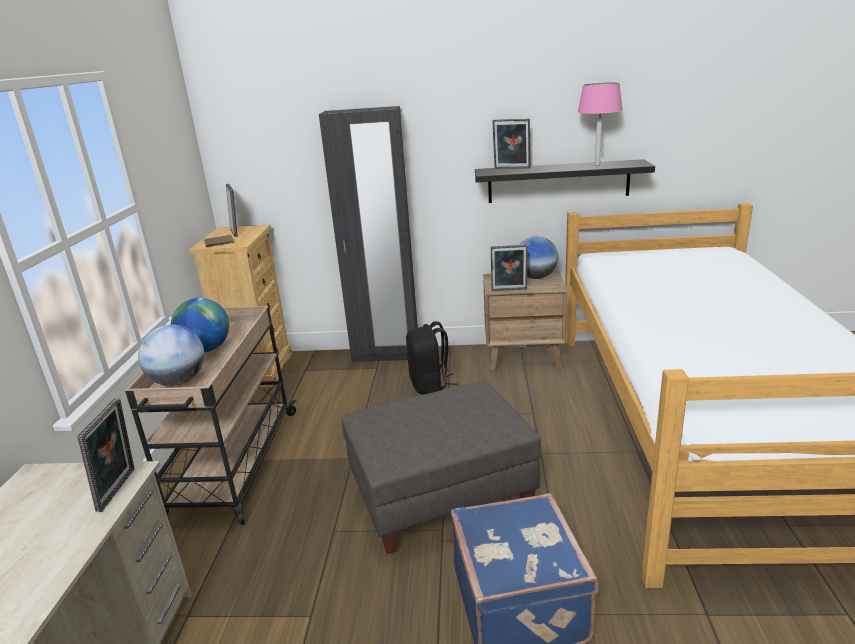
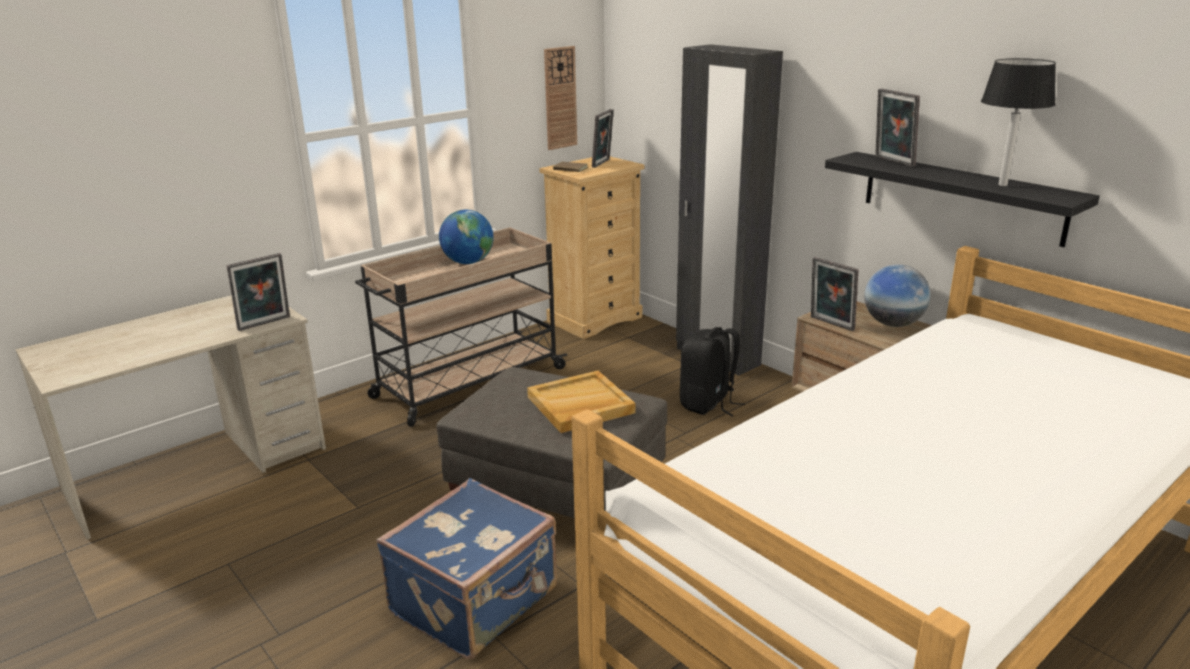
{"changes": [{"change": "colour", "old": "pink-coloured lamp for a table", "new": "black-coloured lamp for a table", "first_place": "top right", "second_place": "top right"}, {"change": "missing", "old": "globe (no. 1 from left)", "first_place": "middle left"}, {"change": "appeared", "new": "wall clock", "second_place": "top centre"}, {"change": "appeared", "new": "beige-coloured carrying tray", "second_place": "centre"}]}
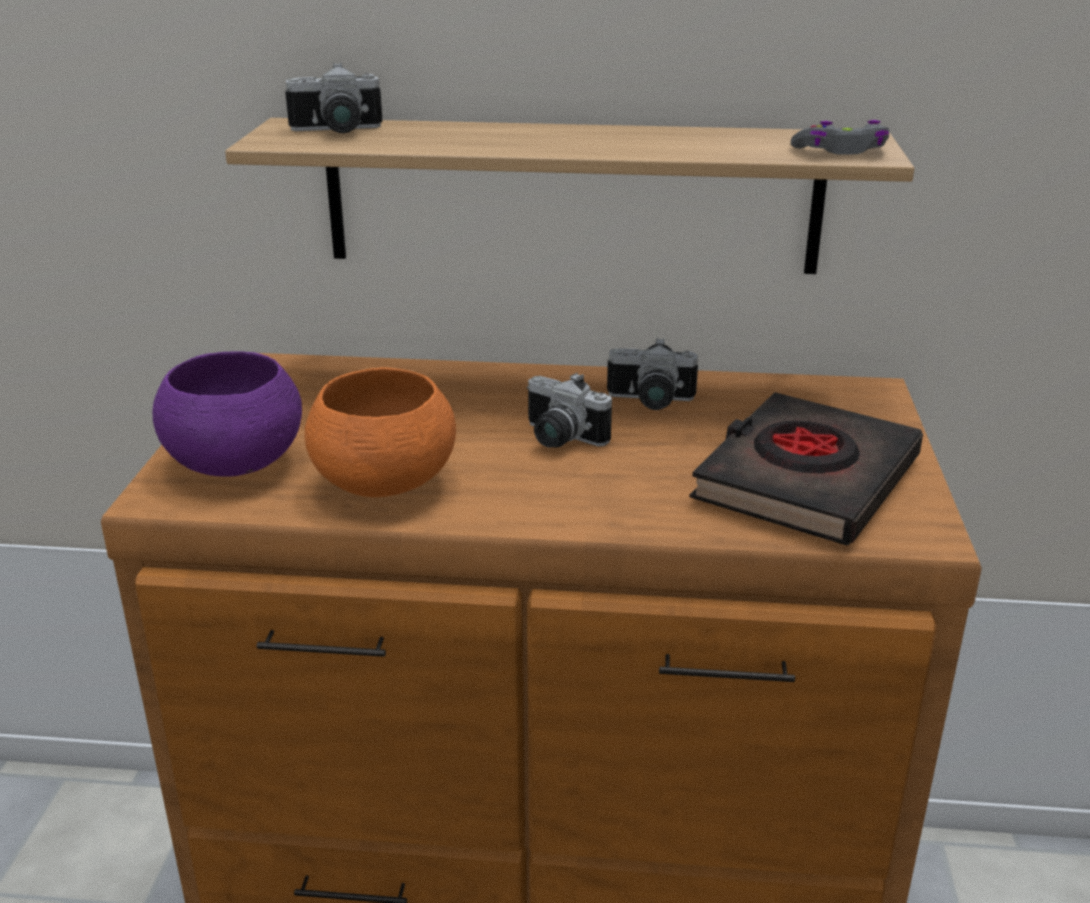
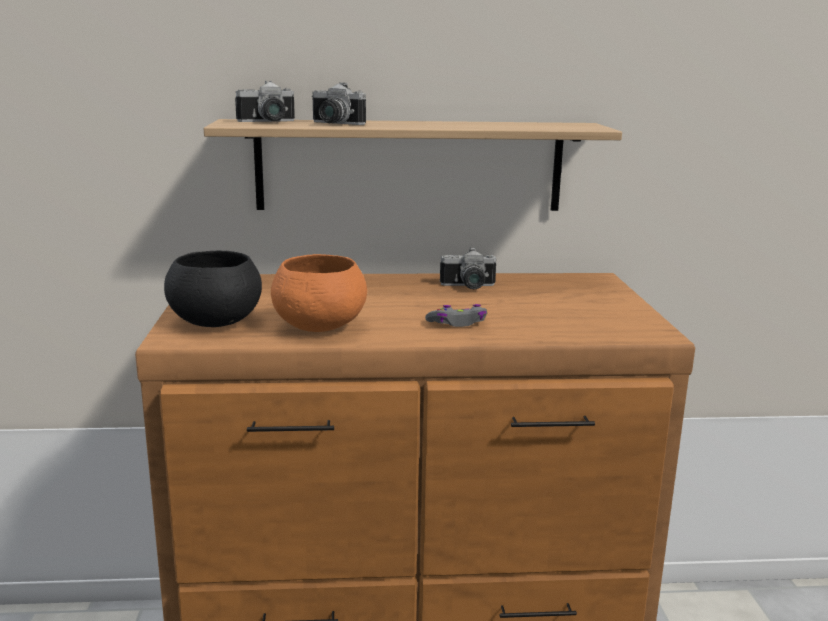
{"changes": [{"change": "relocated", "old": "greyish joypad", "first_place": "top right", "second_place": "centre"}, {"change": "colour", "old": "purplish bowl", "new": "black-coloured bowl", "first_place": "middle left", "second_place": "middle left"}, {"change": "relocated", "old": "still camera (no. 2 from left)", "first_place": "centre", "second_place": "top centre"}, {"change": "missing", "old": "black-coloured volume", "first_place": "middle right"}]}
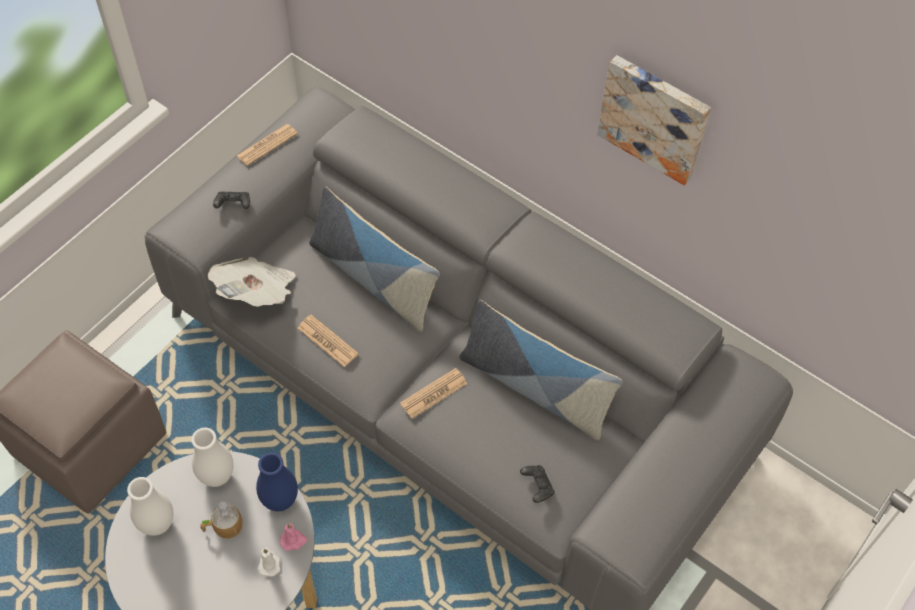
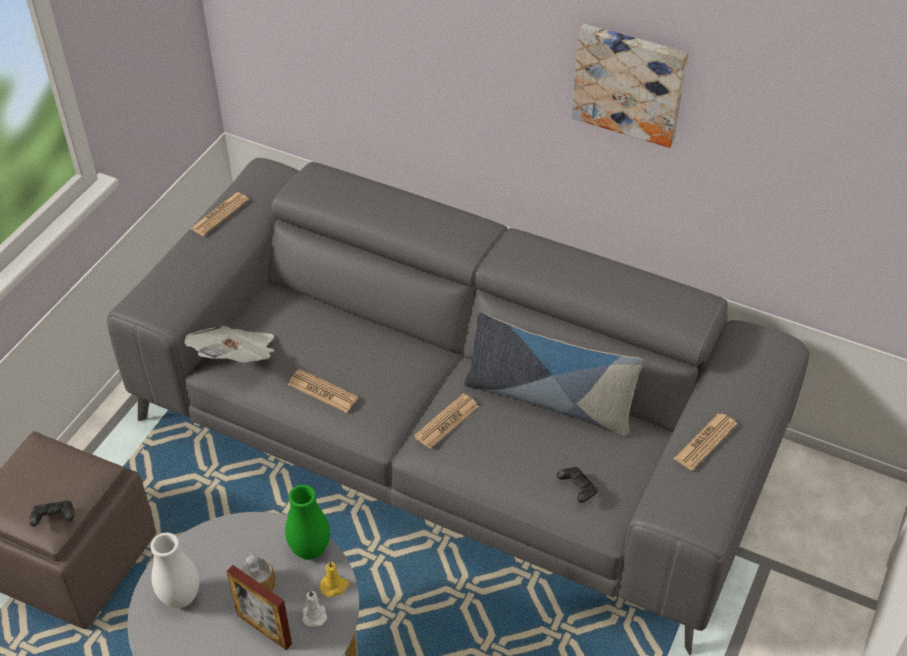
{"changes": [{"change": "missing", "old": "throw pillow (no. 1 from left)", "first_place": "centre"}, {"change": "relocated", "old": "black-coloured joypad (no. 1 from left)", "first_place": "top left", "second_place": "bottom left"}, {"change": "missing", "old": "whitish flower vase (no. 2 from left)", "first_place": "bottom left"}, {"change": "colour", "old": "blue-coloured flower vase", "new": "greenish flower vase", "first_place": "bottom left", "second_place": "bottom centre"}, {"change": "colour", "old": "pink-coloured wax candle", "new": "yellow-coloured wax candle", "first_place": "bottom left", "second_place": "bottom centre"}, {"change": "appeared", "new": "printed paper (no. 5 from left)", "second_place": "bottom right"}, {"change": "appeared", "new": "picture frame", "second_place": "bottom left"}]}
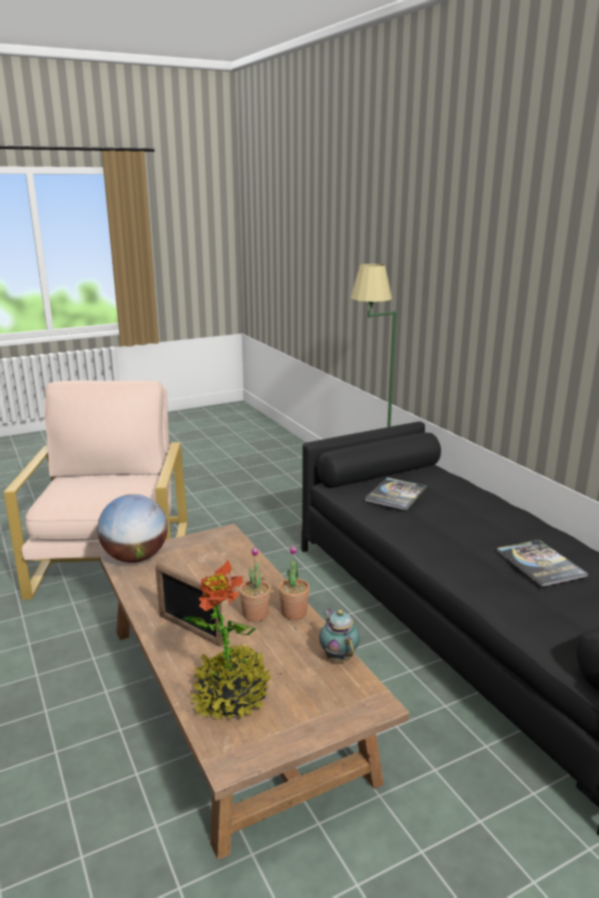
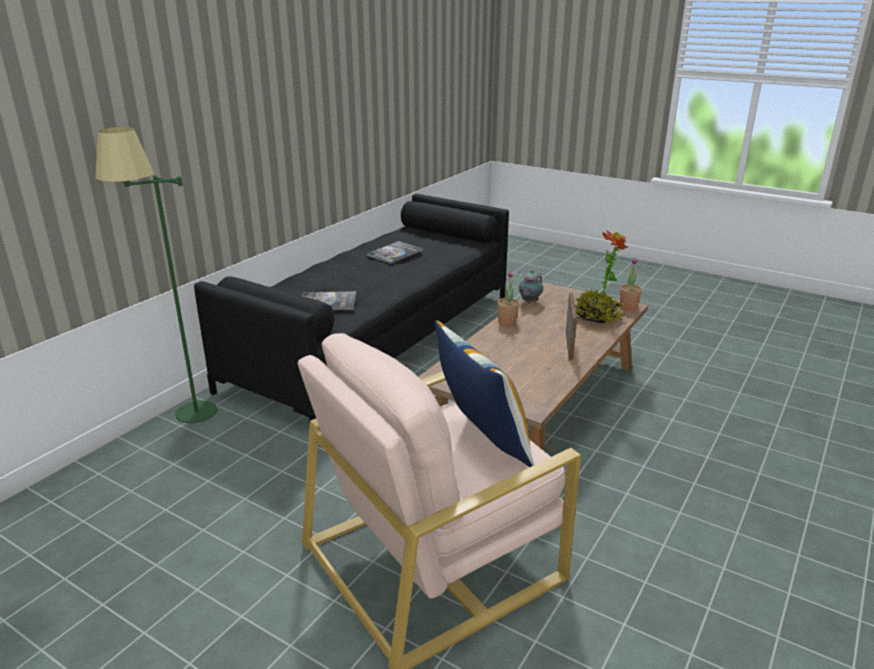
{"changes": [{"change": "missing", "old": "globe", "first_place": "middle left"}, {"change": "relocated", "old": "houseplant (no. 2 from left in the first image)", "new": "houseplant (no. 3 from left)", "first_place": "centre", "second_place": "middle right"}, {"change": "appeared", "new": "throw pillow", "second_place": "centre"}]}
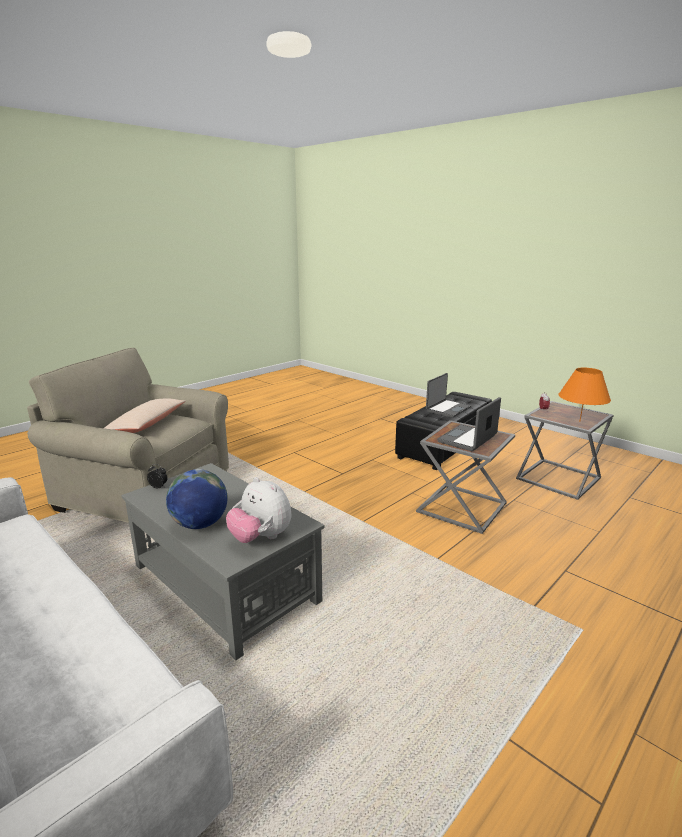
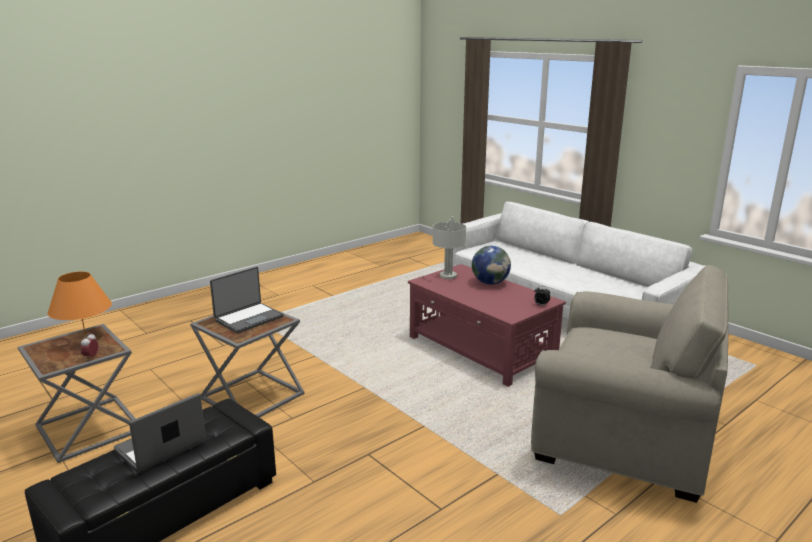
{"changes": [{"change": "missing", "old": "beige-coloured throw pillow", "first_place": "middle left"}, {"change": "colour", "old": "greyish coffee table", "new": "red coffee table", "first_place": "bottom left", "second_place": "centre"}, {"change": "exchanged", "old": "cuddly toy", "new": "greyish lamp for a table", "first_place": "centre", "second_place": "centre"}]}
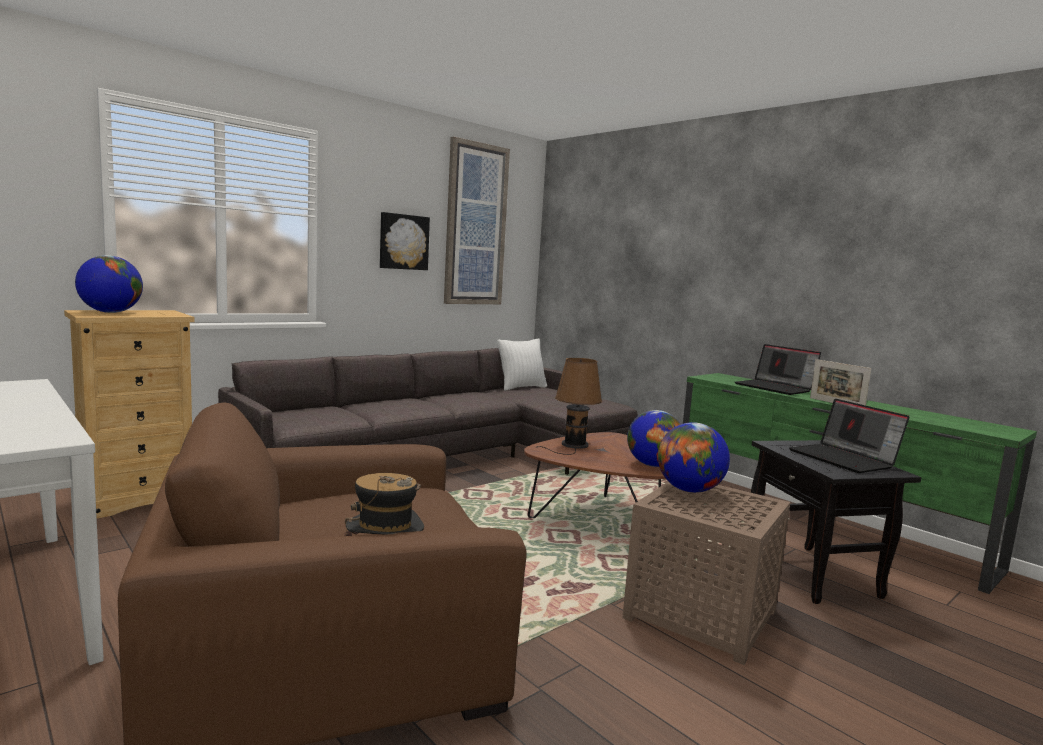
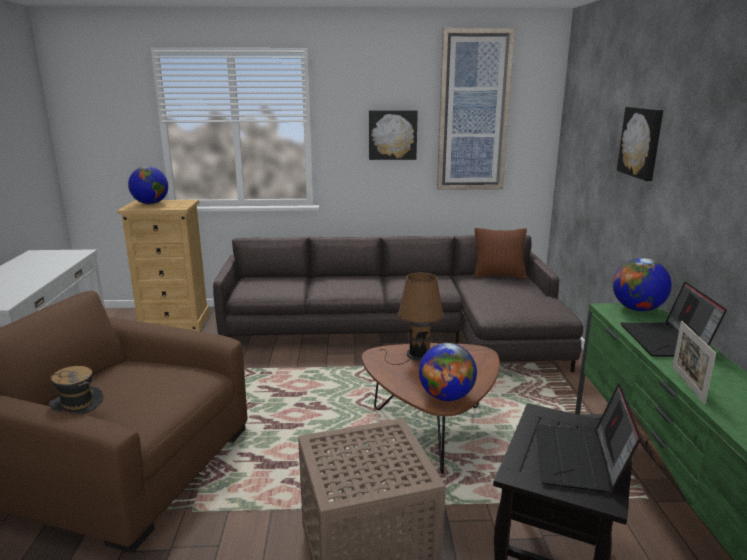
{"changes": [{"change": "colour", "old": "whitish throw pillow", "new": "brown-coloured throw pillow", "first_place": "centre", "second_place": "middle right"}, {"change": "relocated", "old": "globe (no. 3 from left)", "first_place": "centre", "second_place": "middle right"}, {"change": "appeared", "new": "wall art (no. 3 from left)", "second_place": "top right"}]}
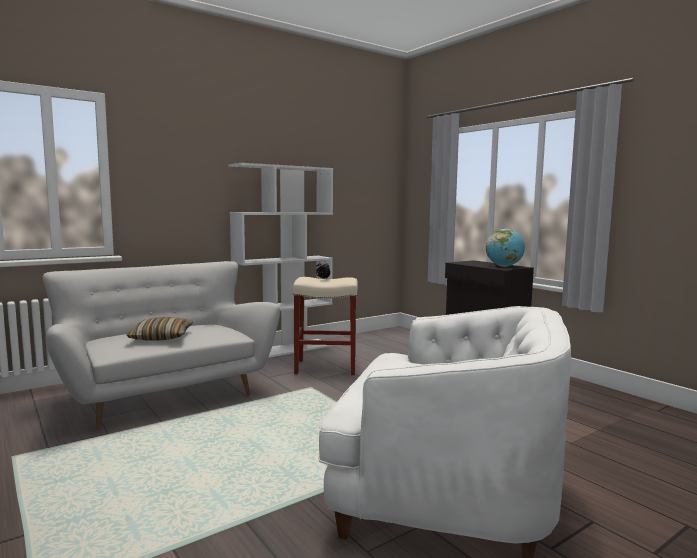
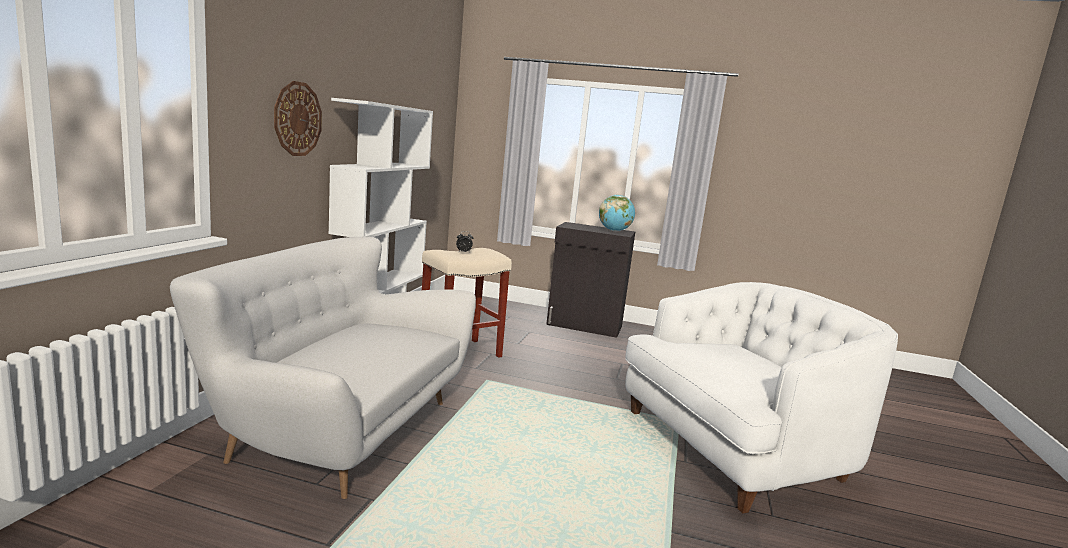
{"changes": [{"change": "missing", "old": "throw pillow", "first_place": "middle left"}, {"change": "appeared", "new": "wall clock", "second_place": "top left"}]}
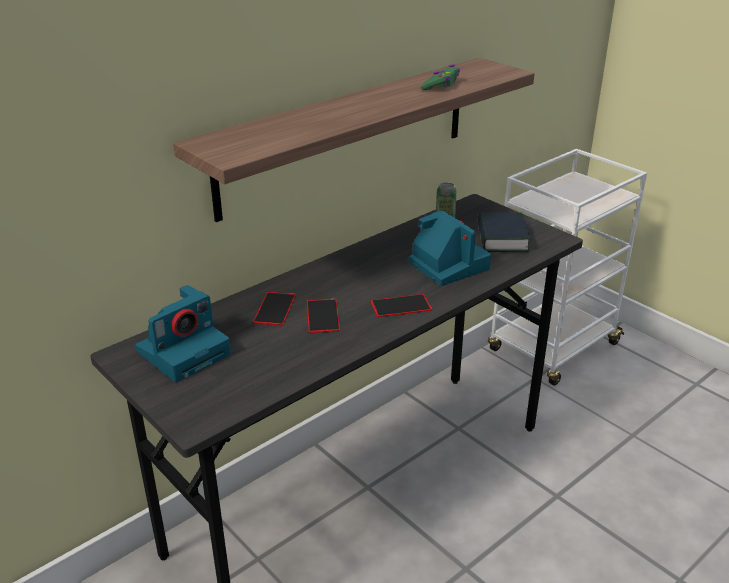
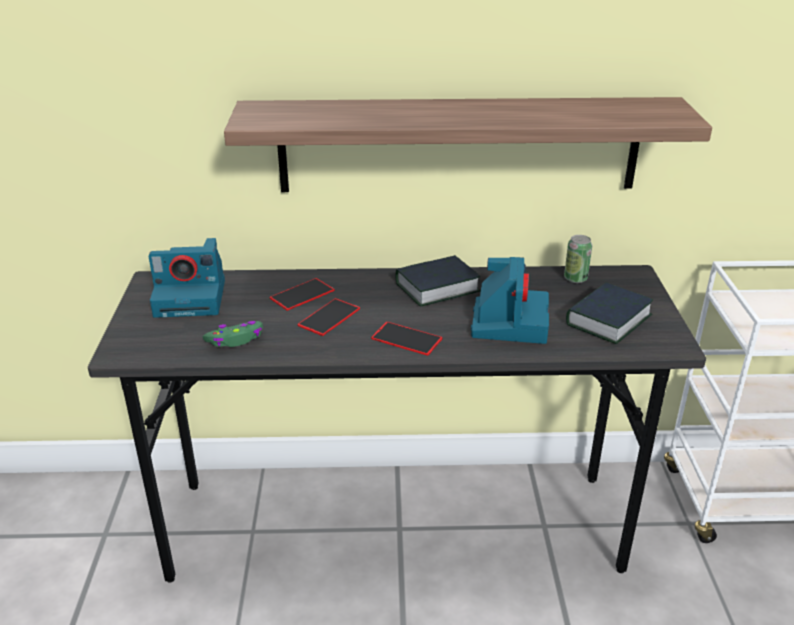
{"changes": [{"change": "relocated", "old": "greenish joypad", "first_place": "top centre", "second_place": "middle left"}, {"change": "appeared", "new": "volume (no. 1 from left)", "second_place": "centre"}]}
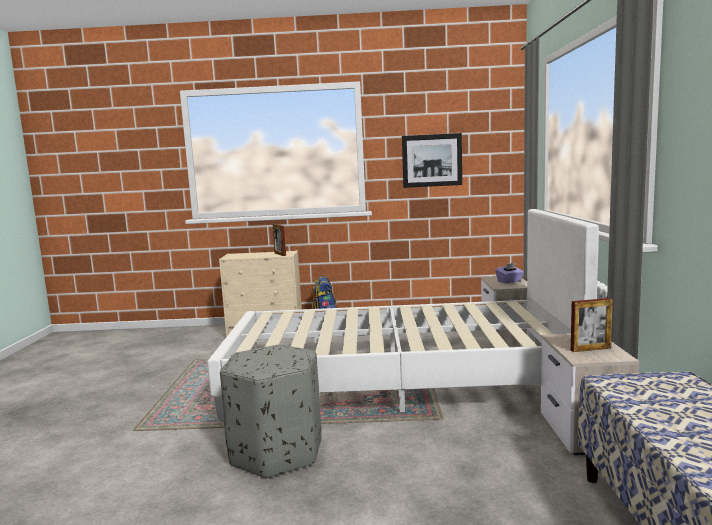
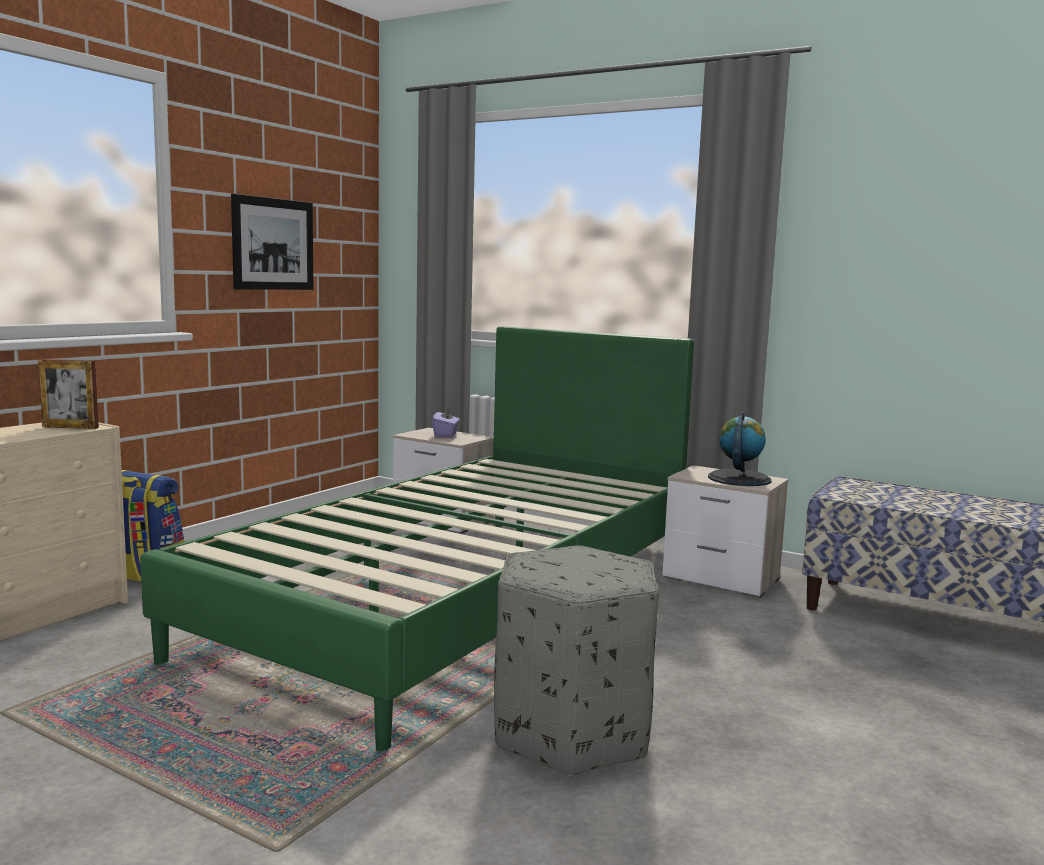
{"changes": [{"change": "colour", "old": "whitish sleeping bed", "new": "greenish sleeping bed", "first_place": "centre", "second_place": "centre"}, {"change": "exchanged", "old": "picture frame (no. 2 from left)", "new": "globe", "first_place": "middle right", "second_place": "middle right"}]}
